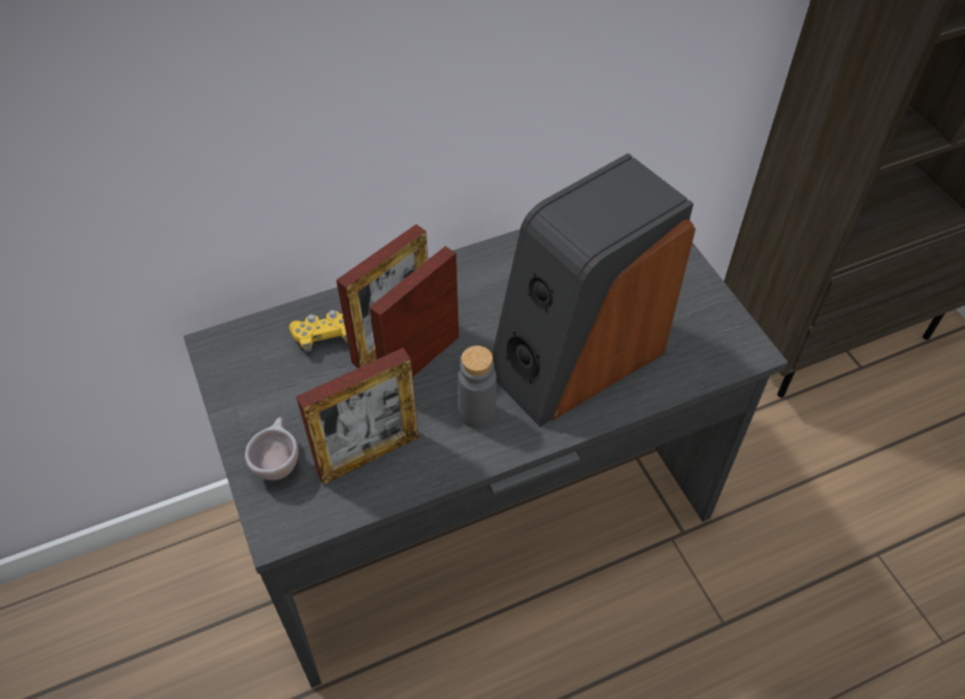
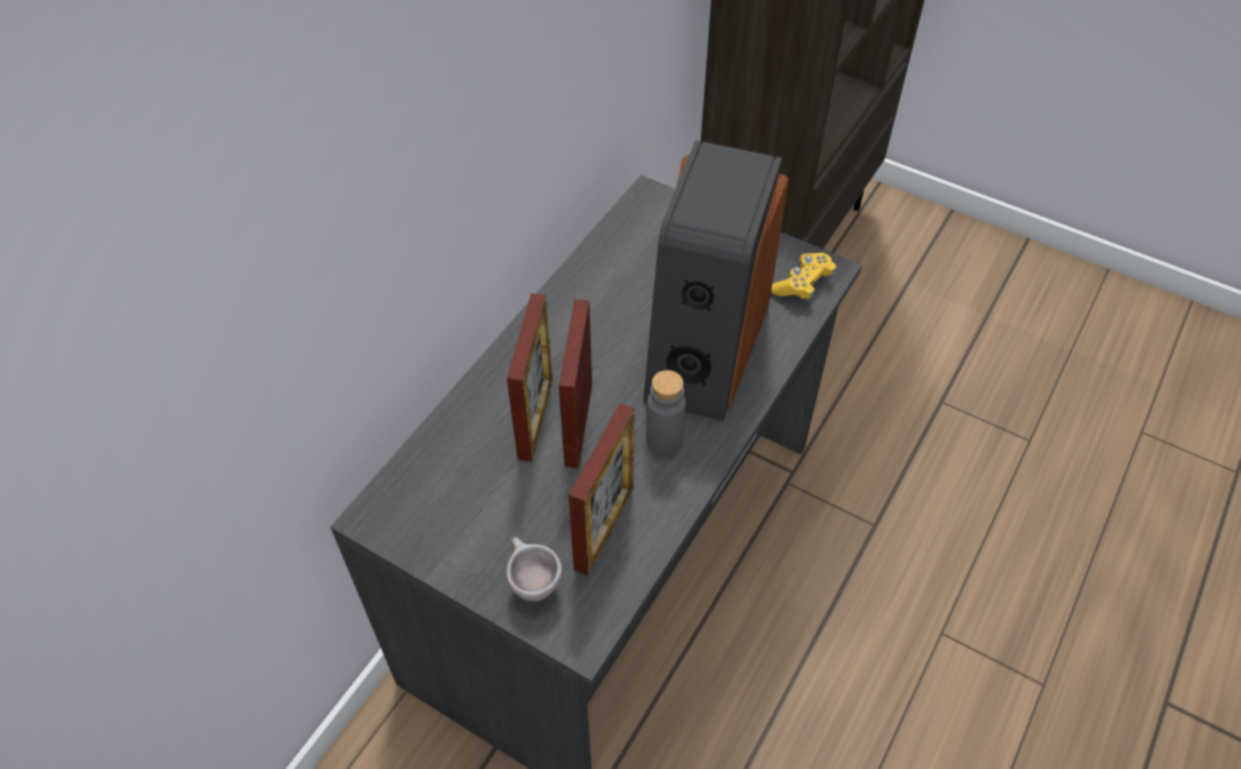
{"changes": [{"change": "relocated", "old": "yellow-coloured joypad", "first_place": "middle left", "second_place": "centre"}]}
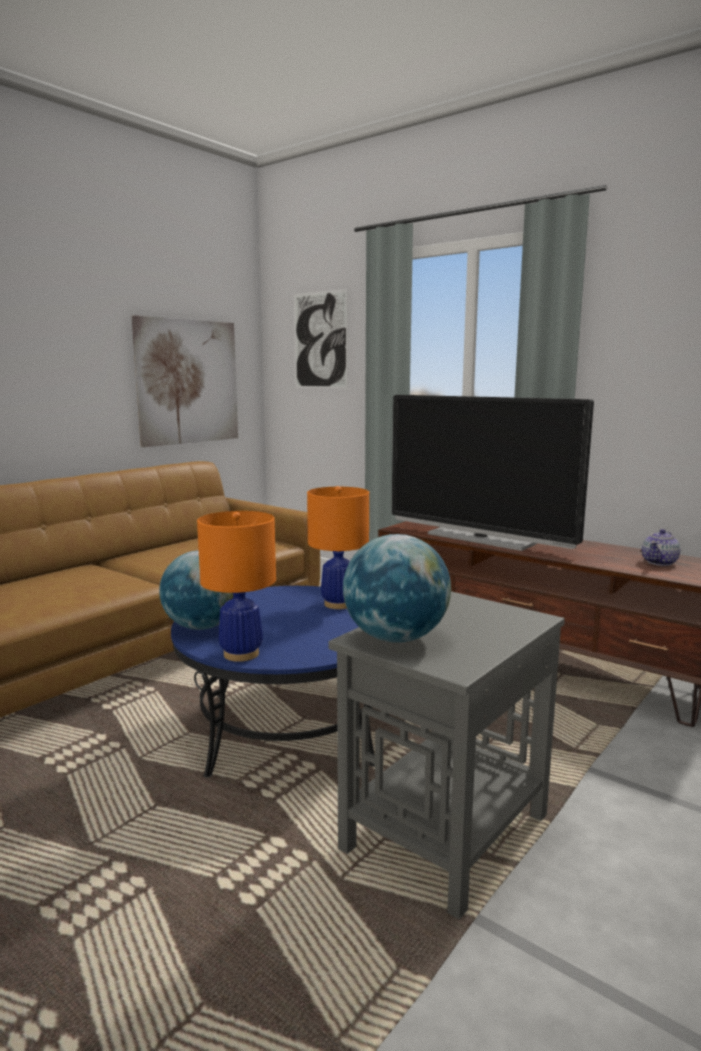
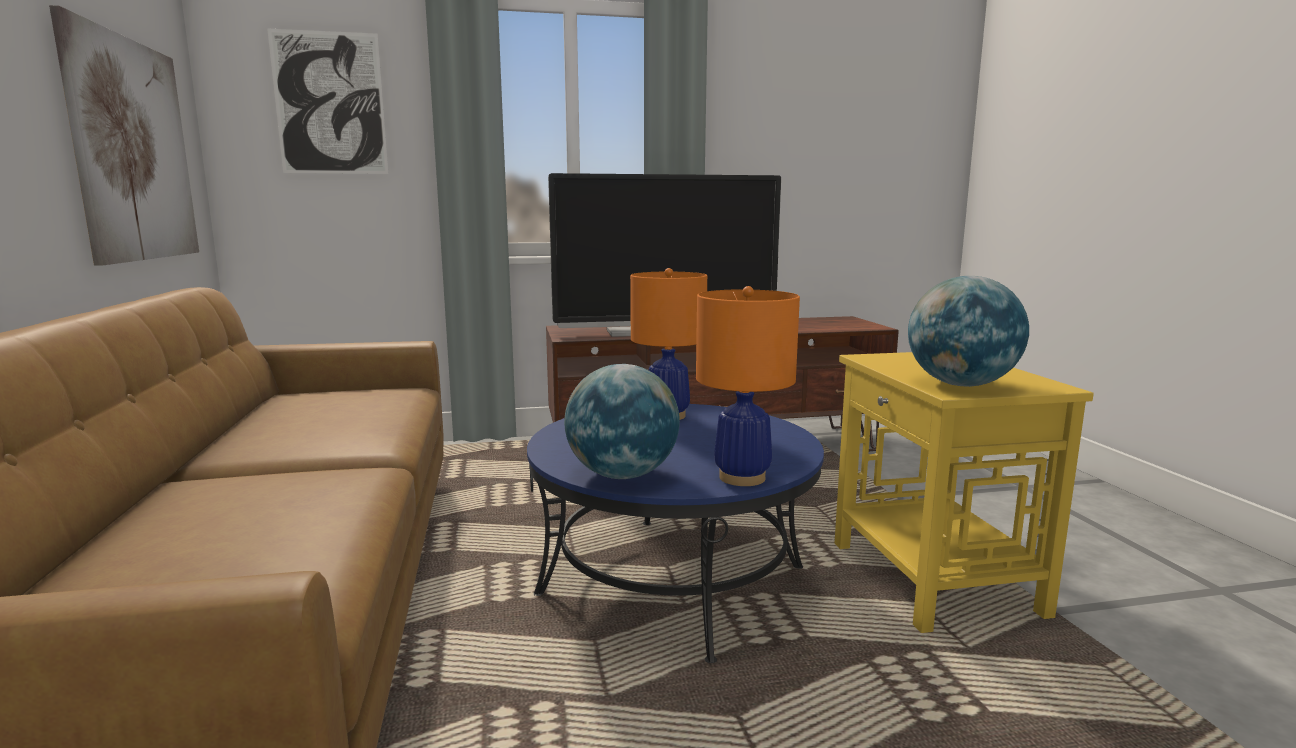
{"changes": [{"change": "missing", "old": "tea pot", "first_place": "middle right"}, {"change": "colour", "old": "greyish side table", "new": "yellow-coloured side table", "first_place": "bottom centre", "second_place": "middle right"}]}
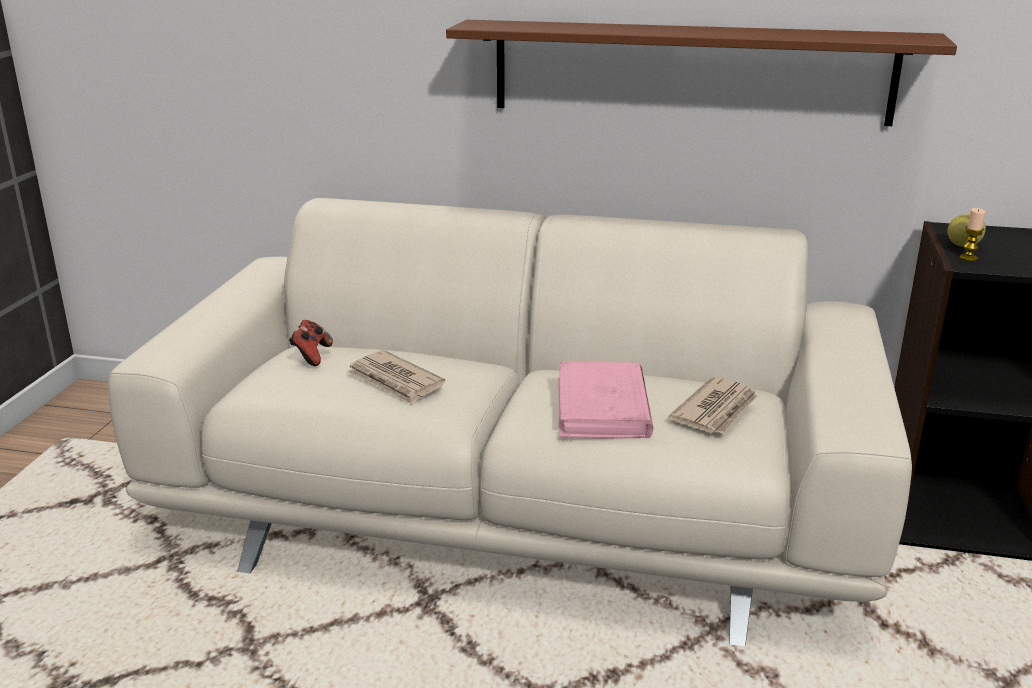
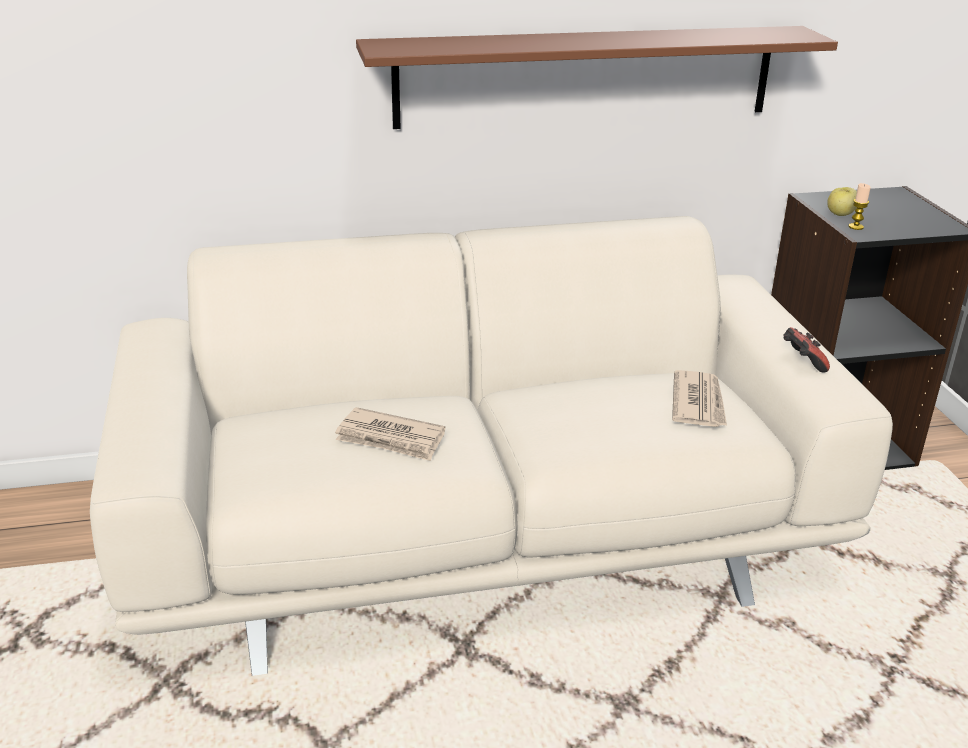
{"changes": [{"change": "relocated", "old": "joypad", "first_place": "middle left", "second_place": "middle right"}, {"change": "missing", "old": "pink-coloured volume", "first_place": "centre"}]}
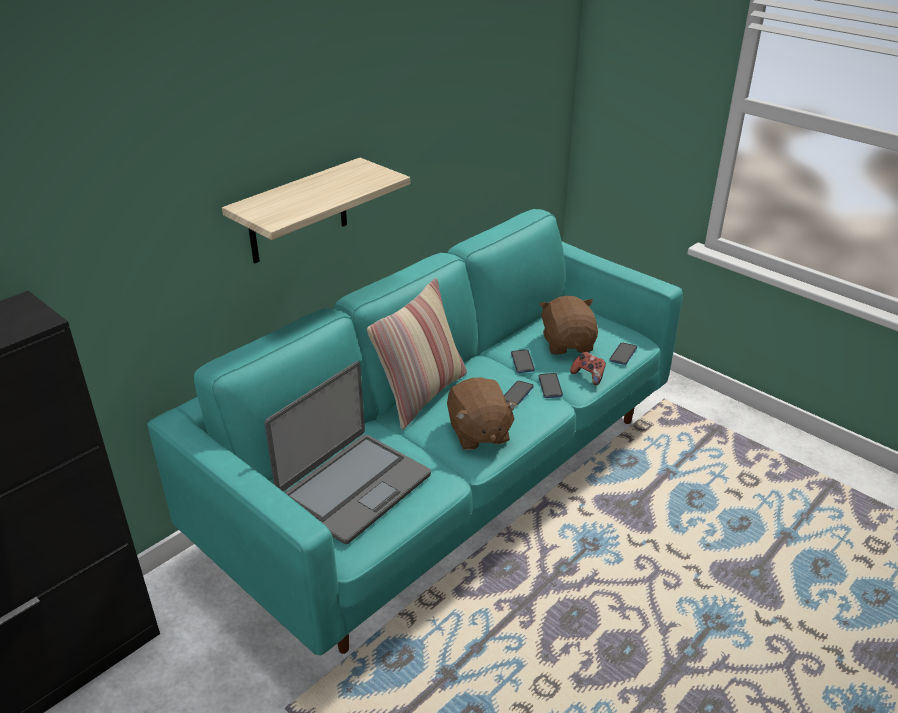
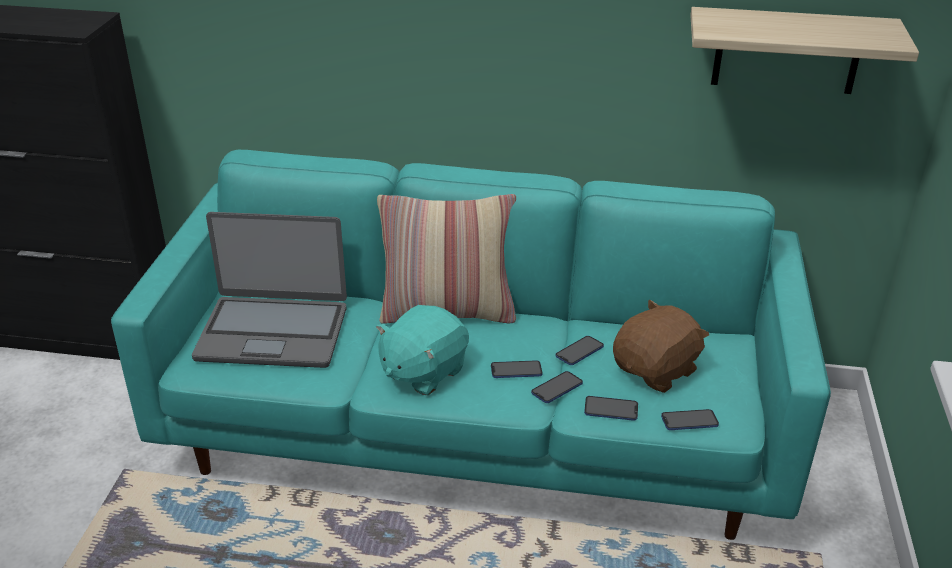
{"changes": [{"change": "relocated", "old": "shelf", "first_place": "top centre", "second_place": "top right"}, {"change": "exchanged", "old": "joypad", "new": "handset (no. 4 from left)", "first_place": "centre", "second_place": "bottom centre"}, {"change": "colour", "old": "brown-coloured cuddly toy (no. 1 from left)", "new": "blue-green cuddly toy", "first_place": "centre", "second_place": "centre"}]}
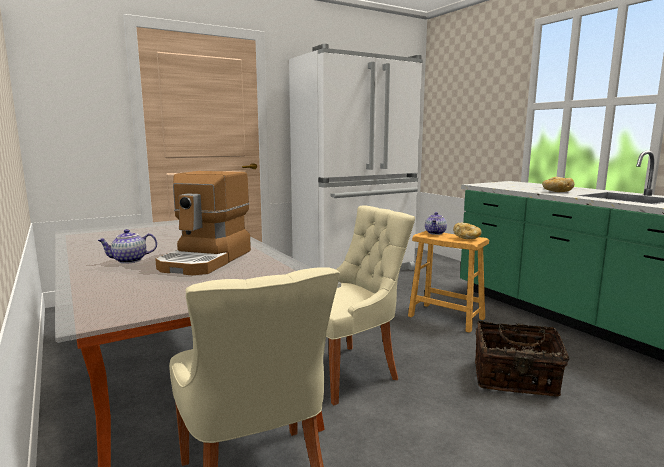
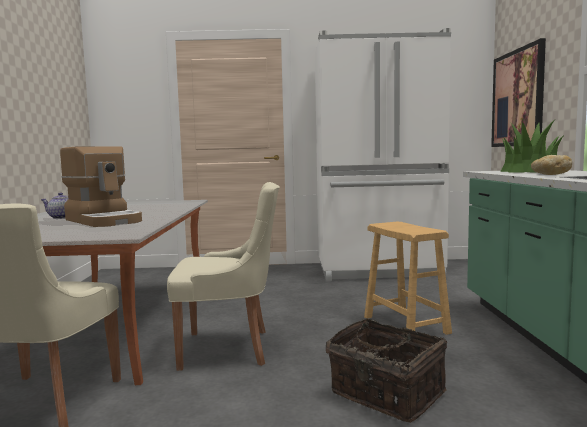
{"changes": [{"change": "spun", "old": "coffee machine", "first_place": "middle left", "second_place": "middle left", "degrees": -90}, {"change": "missing", "old": "tea pot (no. 2 from left)", "first_place": "centre"}, {"change": "missing", "old": "bakery bread (no. 1 from left)", "first_place": "middle right"}, {"change": "appeared", "new": "wall art", "second_place": "top right"}, {"change": "appeared", "new": "houseplant", "second_place": "middle right"}]}
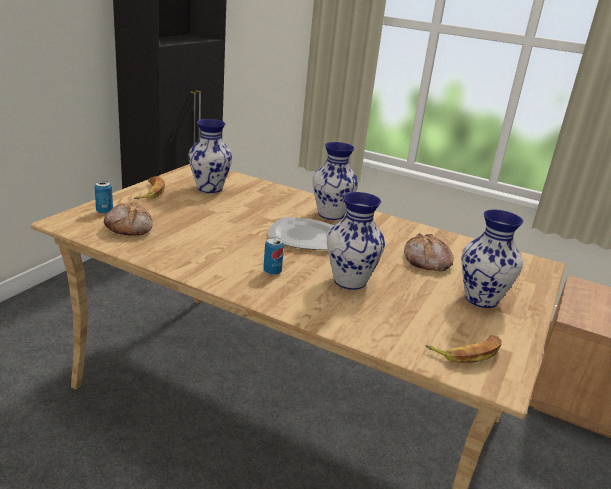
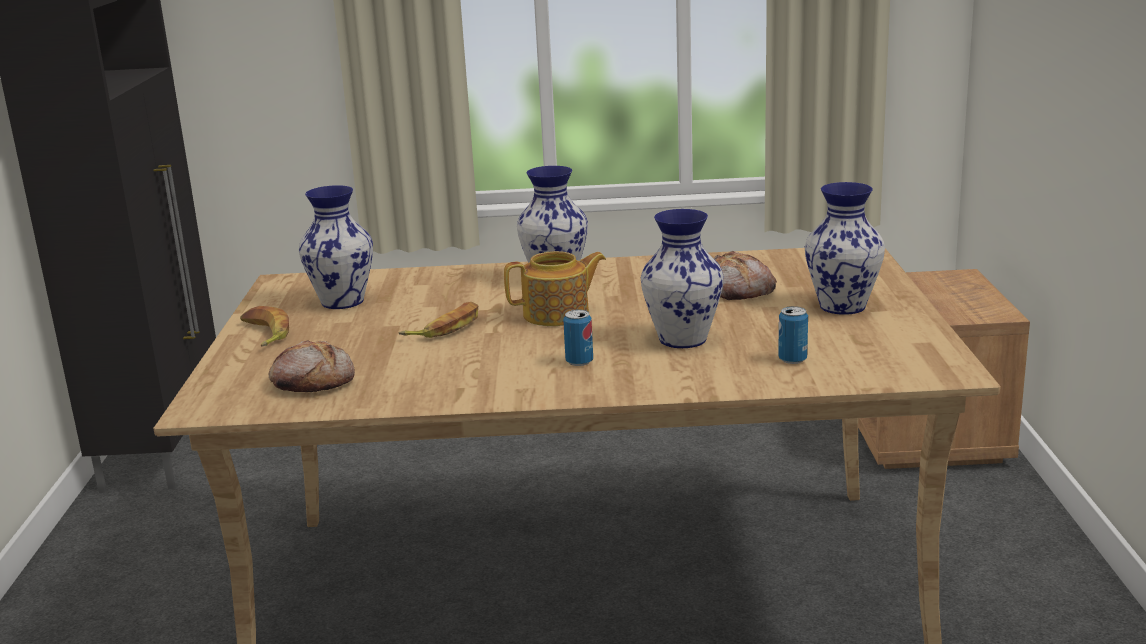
{"changes": [{"change": "relocated", "old": "sealed can (no. 1 from left in the first image)", "new": "sealed can (no. 2 from left)", "first_place": "middle left", "second_place": "middle right"}, {"change": "exchanged", "old": "flat dish", "new": "tea pot", "first_place": "centre", "second_place": "centre"}, {"change": "relocated", "old": "banana (no. 2 from left)", "first_place": "bottom right", "second_place": "centre"}]}
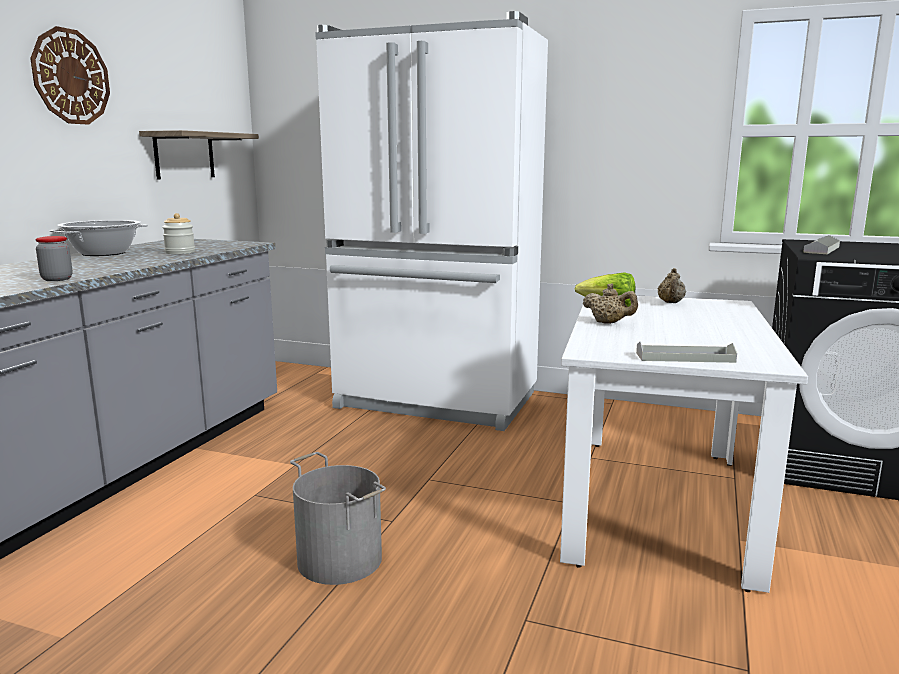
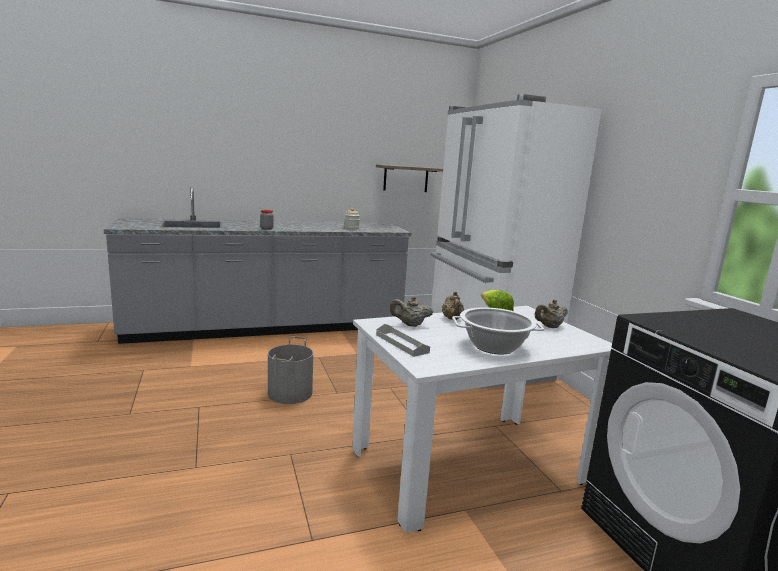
{"changes": [{"change": "missing", "old": "wall clock", "first_place": "top left"}, {"change": "relocated", "old": "saucepot", "first_place": "middle left", "second_place": "centre"}, {"change": "missing", "old": "greyish carrying tray (no. 2 from left)", "first_place": "middle right"}, {"change": "appeared", "new": "beige-coloured tea pot (no. 1 from left)", "second_place": "centre"}]}
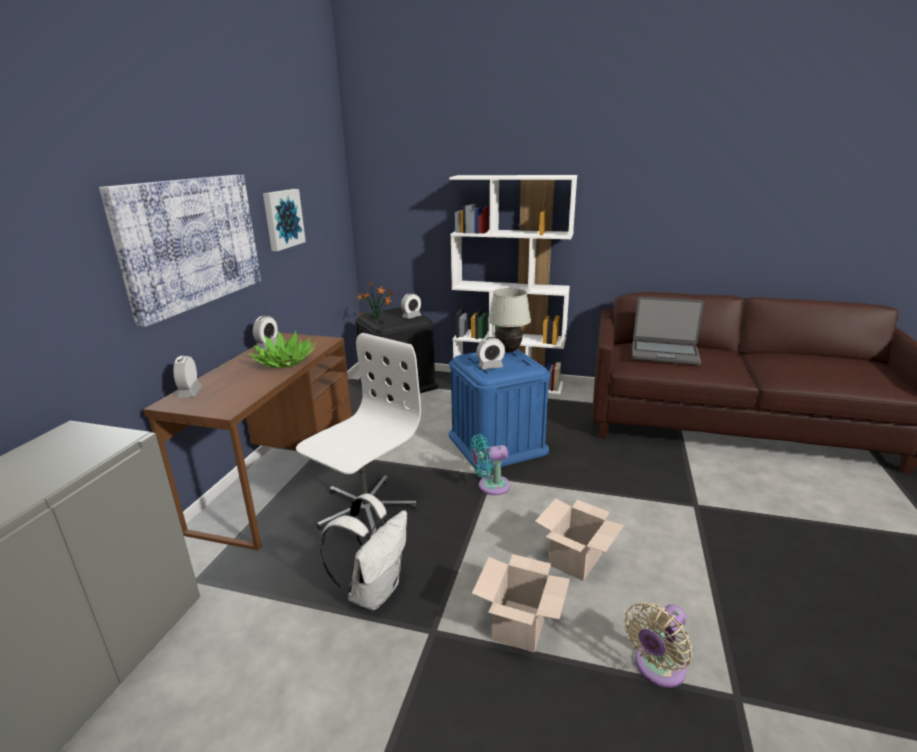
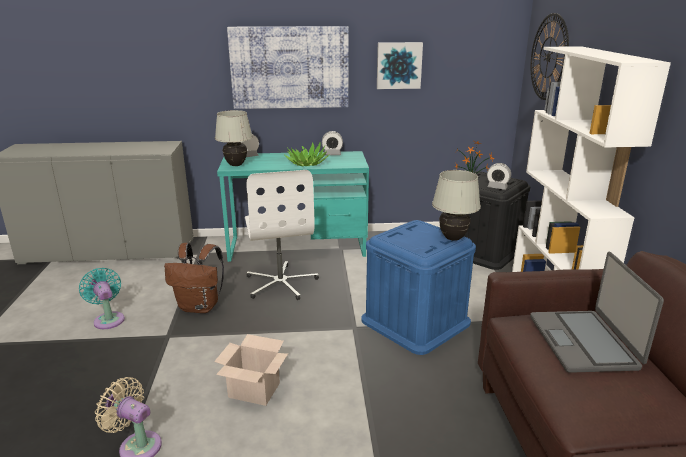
{"changes": [{"change": "colour", "old": "brown-coloured desk table", "new": "blue-green desk table", "first_place": "middle left", "second_place": "centre"}, {"change": "spun", "old": "whitish desk chair", "first_place": "centre", "second_place": "centre", "degrees": 60}, {"change": "missing", "old": "bedside clock (no. 4 from left)", "first_place": "centre"}, {"change": "relocated", "old": "blue-green cooling fan", "first_place": "centre", "second_place": "middle left"}, {"change": "colour", "old": "whitish knapsack", "new": "brown-coloured knapsack", "first_place": "bottom centre", "second_place": "middle left"}, {"change": "missing", "old": "packing box (no. 1 from left)", "first_place": "bottom centre"}, {"change": "appeared", "new": "wall clock", "second_place": "top right"}, {"change": "appeared", "new": "whitish lamp for a table (no. 1 from left)", "second_place": "top centre"}]}
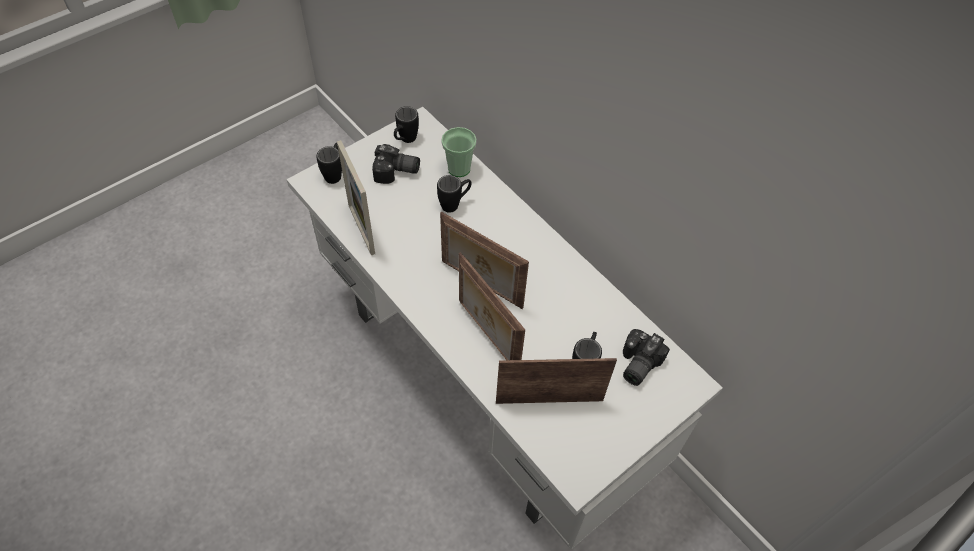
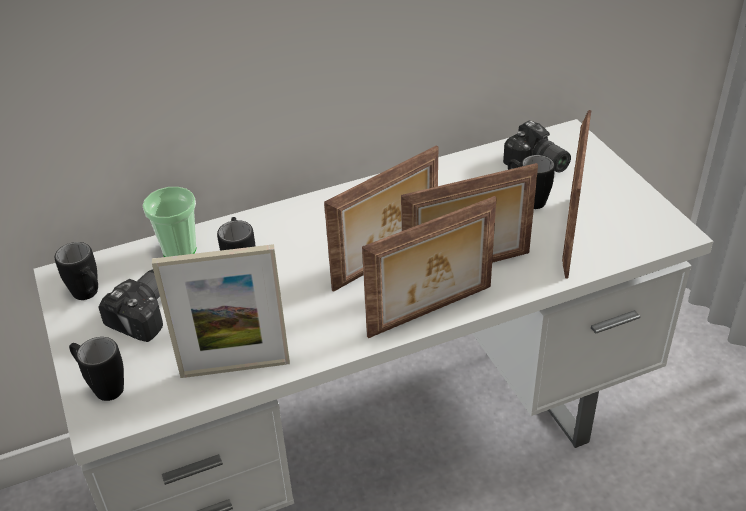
{"changes": [{"change": "appeared", "new": "picture frame (no. 3 from left)", "second_place": "centre"}]}
